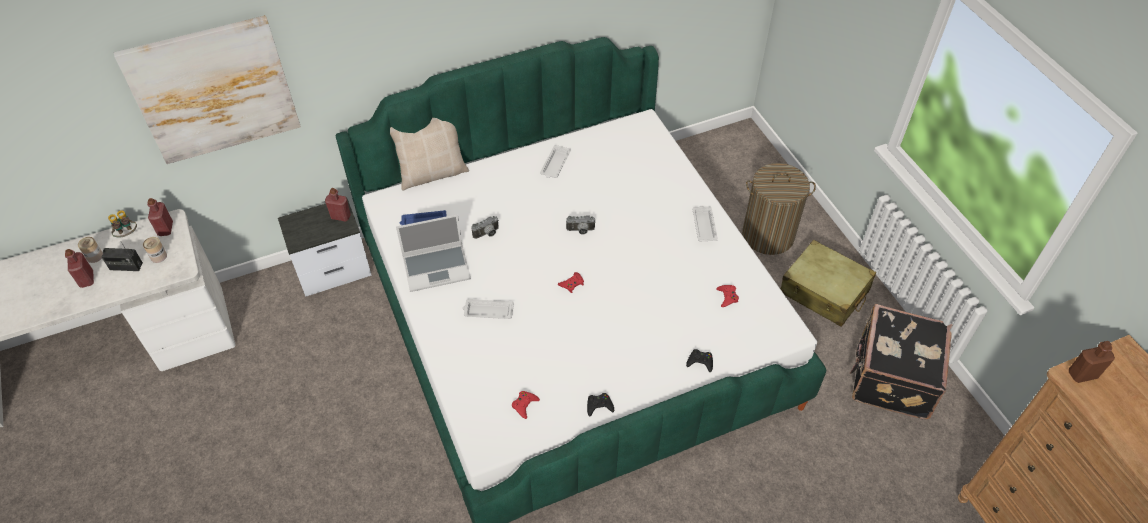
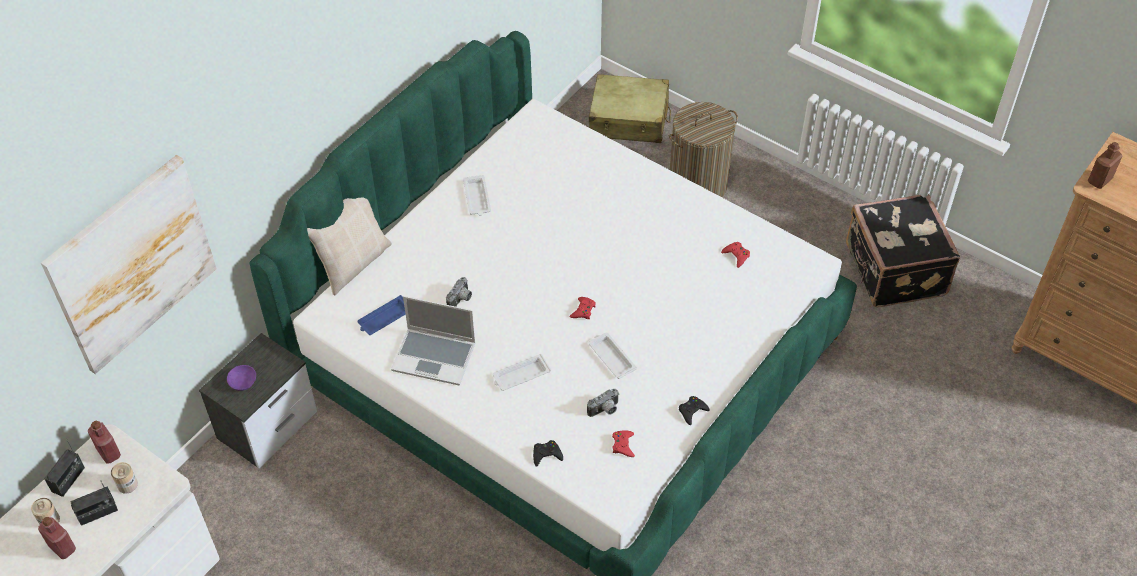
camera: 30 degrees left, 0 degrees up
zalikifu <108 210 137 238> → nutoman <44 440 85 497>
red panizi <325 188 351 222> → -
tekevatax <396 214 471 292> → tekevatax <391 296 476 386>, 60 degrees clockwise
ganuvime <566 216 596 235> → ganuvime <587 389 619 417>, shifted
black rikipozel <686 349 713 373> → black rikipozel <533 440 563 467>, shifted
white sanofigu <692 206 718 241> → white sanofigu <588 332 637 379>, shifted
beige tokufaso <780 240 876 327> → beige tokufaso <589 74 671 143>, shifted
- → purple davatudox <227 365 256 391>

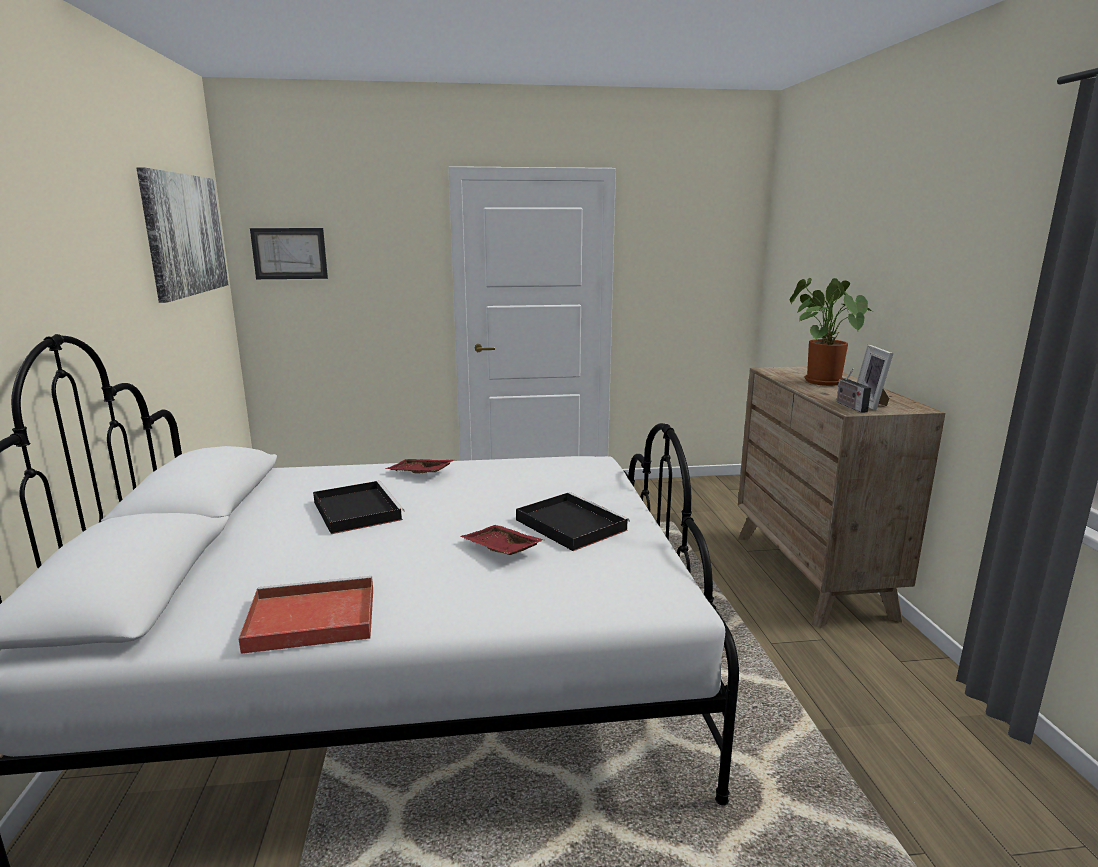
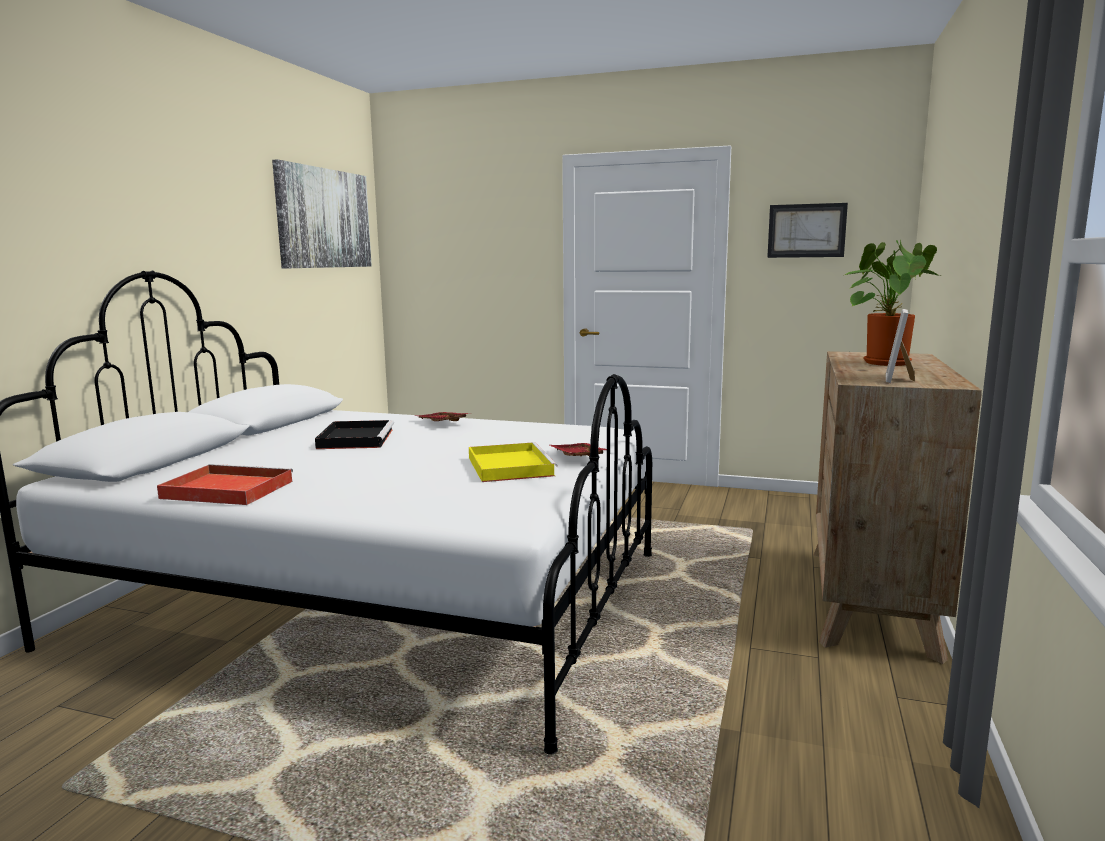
camera: 25 degrees right, 5 degrees down
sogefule <250 228 328 279> → sogefule <767 203 848 258>, shifted
red sanofigu <460 525 544 555> → red sanofigu <550 443 607 456>, shifted
black sanofigu <516 492 630 551> → yellow sanofigu <469 442 558 482>
nutoman <836 369 871 413> → -

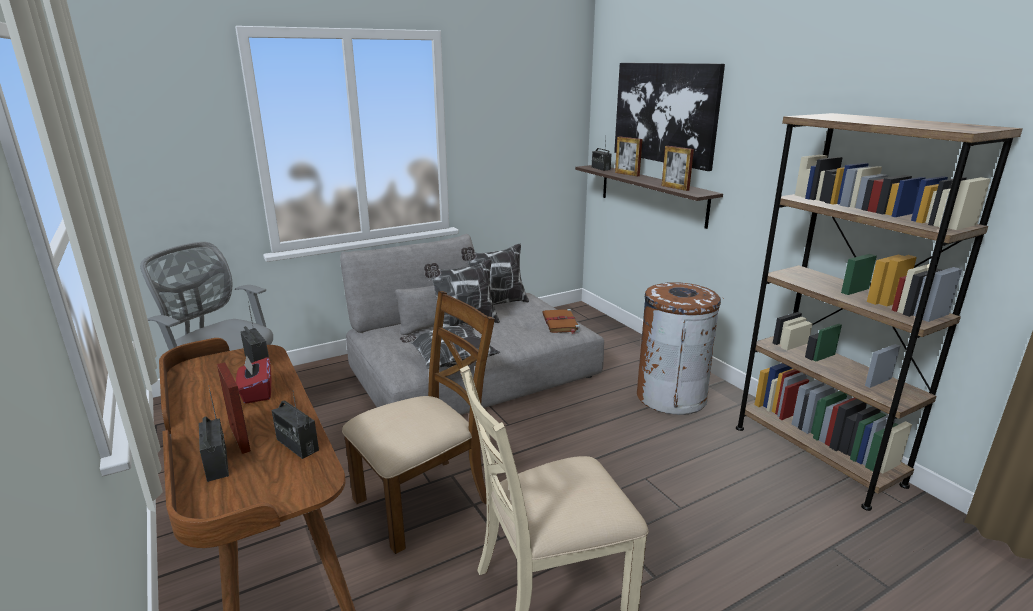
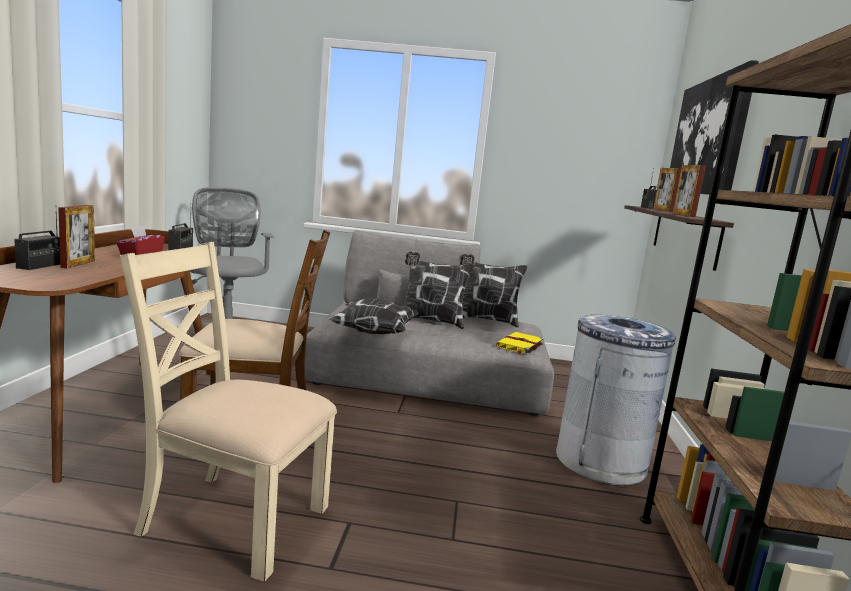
camera: 35 degrees right, 10 degrees down
nutoman <272 391 319 459> → -
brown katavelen <542 309 580 334> → yellow katavelen <496 332 544 355>
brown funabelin <637 282 723 415> → grey funabelin <556 315 676 486>

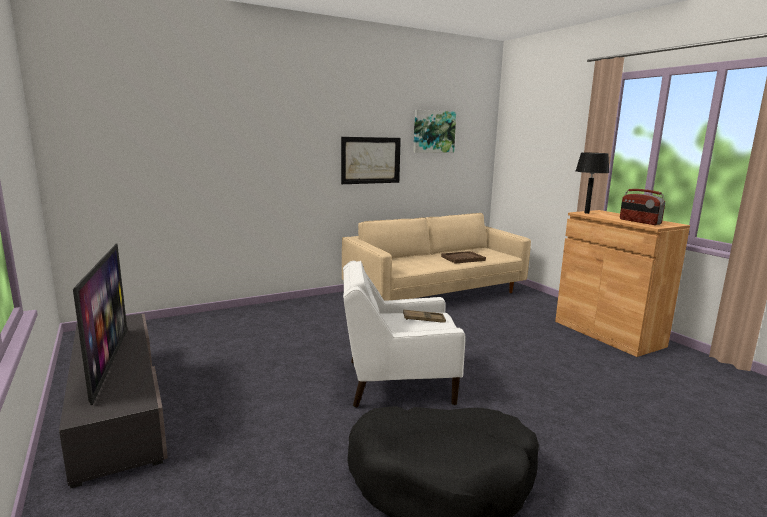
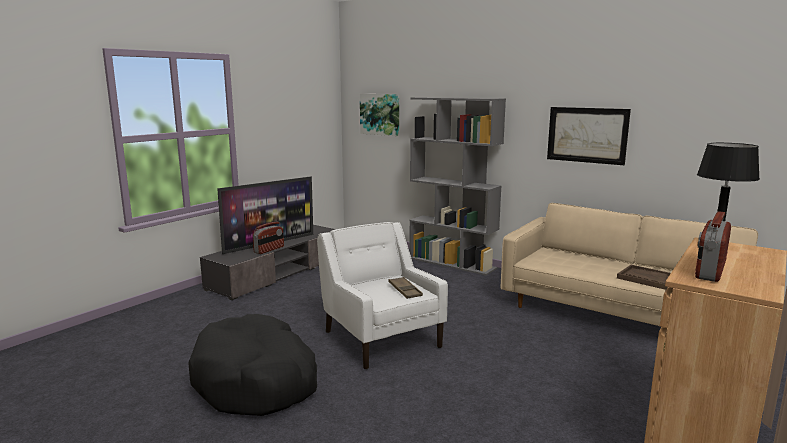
camera: 65 degrees right, 0 degrees up
sogefule <413 110 456 153> → sogefule <360 94 399 136>, shifted
- → nutoman <253 222 284 254>
- → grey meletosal <409 97 506 276>

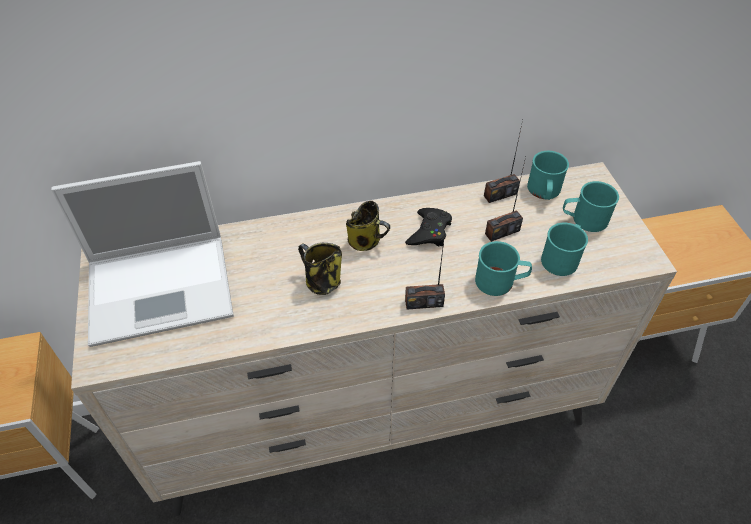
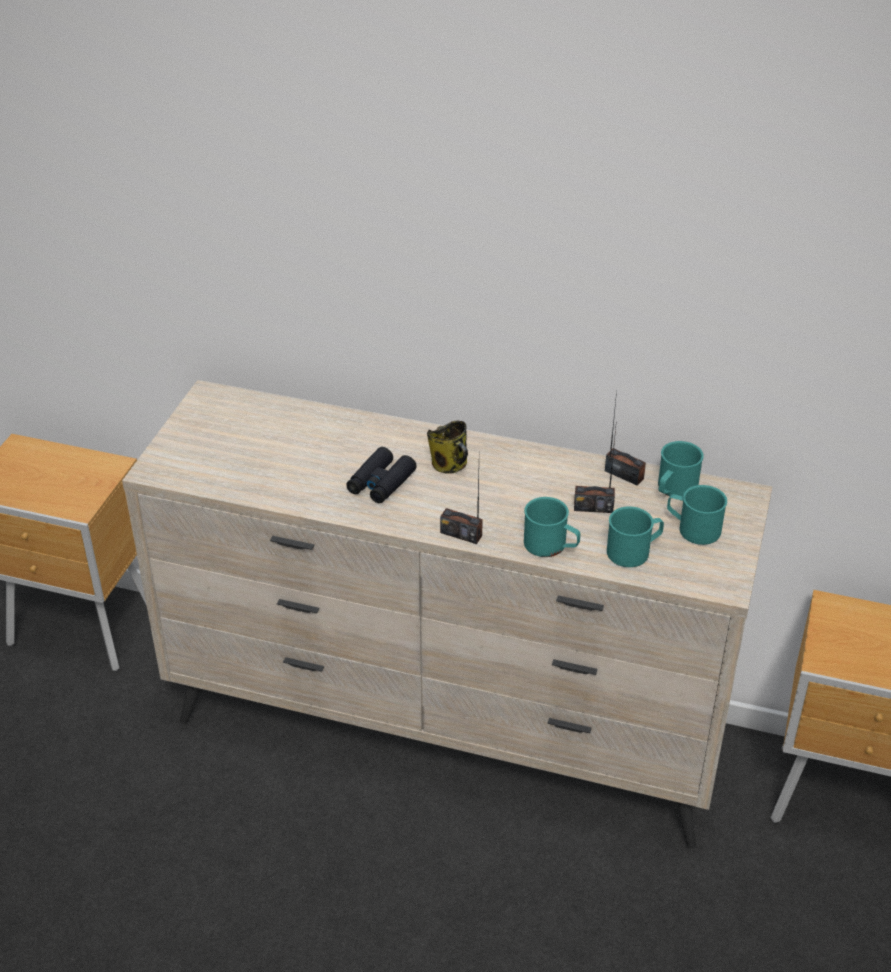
camera: 30 degrees right, 10 degrees down
tekevatax <51 161 234 347> → -
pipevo <298 243 342 295> → black zalikifu <346 447 417 503>
black rikipozel <405 208 452 246> → -
nutoman <484 120 523 203> → nutoman <605 391 646 485>, 150 degrees counterclockwise

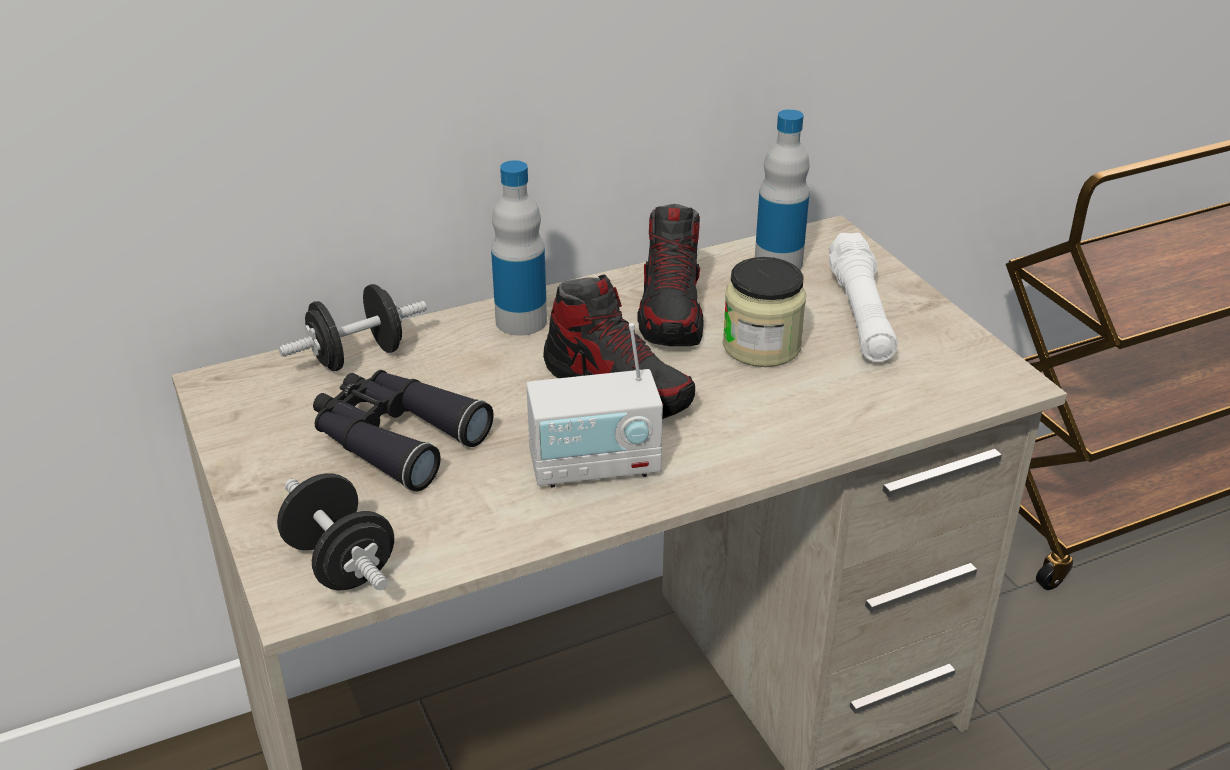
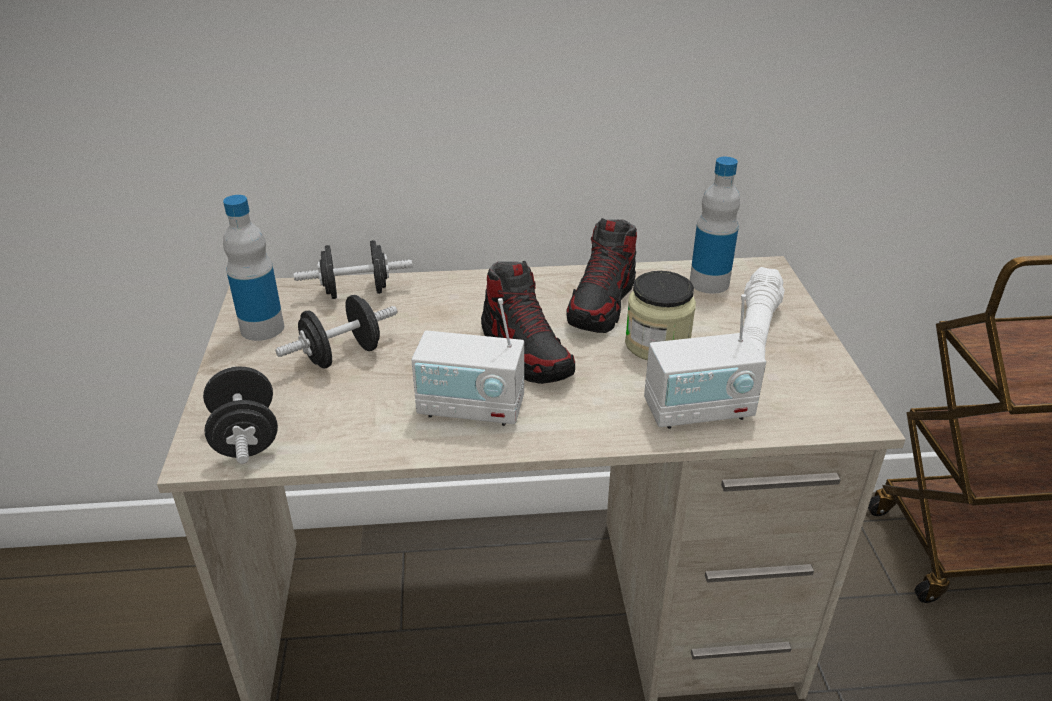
camera: 20 degrees right, 0 degrees up
black zalikifu <313 370 494 492> → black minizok <275 295 398 368>
panizi <491 160 547 336> → panizi <223 195 284 341>, shifted
- → nutoman <644 294 766 429>

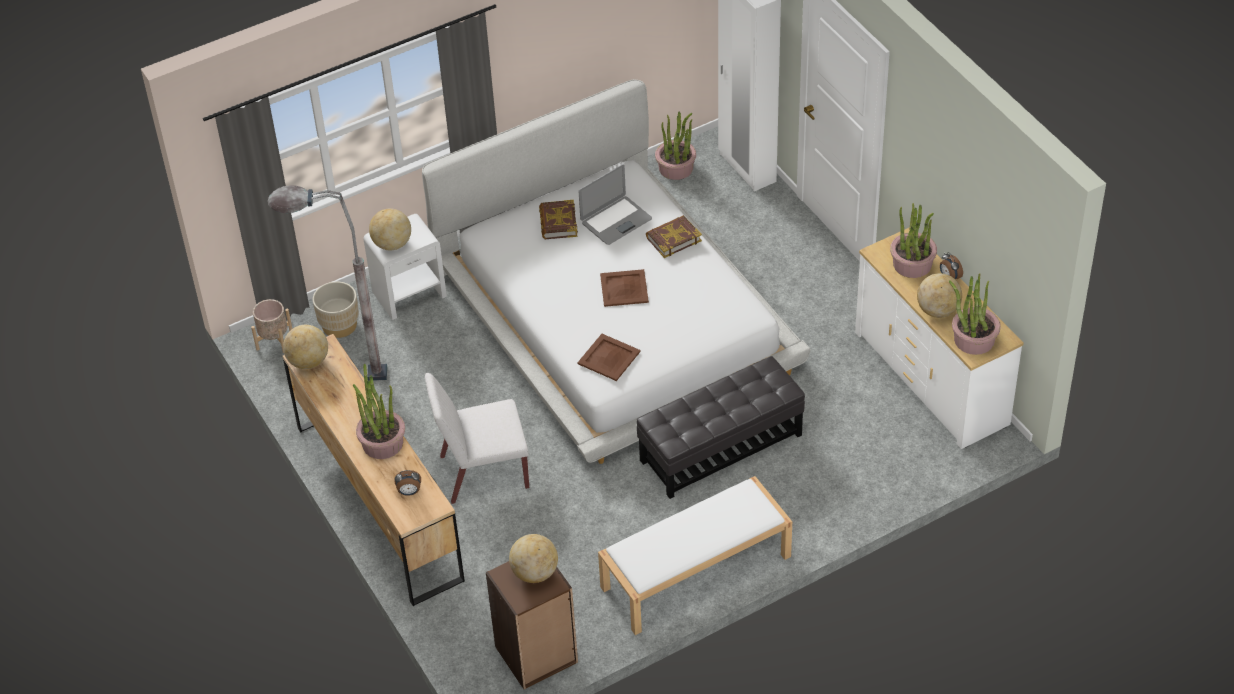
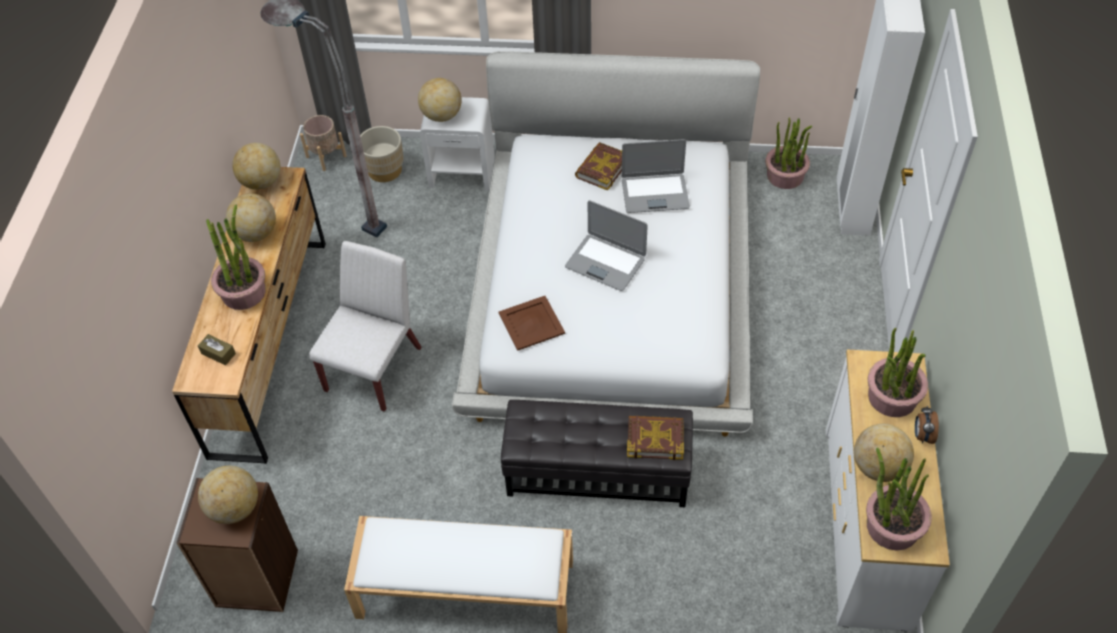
camera: 35 degrees right, 5 degrees up
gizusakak <395 470 421 496> → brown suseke <198 334 236 365>
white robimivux <425 373 529 504> → white robimivux <309 241 422 412>, 90 degrees clockwise
brown sanofigu <600 269 649 307> → tekevatax <565 200 648 291>
katavelen <646 215 702 258> → katavelen <627 416 684 460>, shifted
- → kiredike <226 193 276 242>

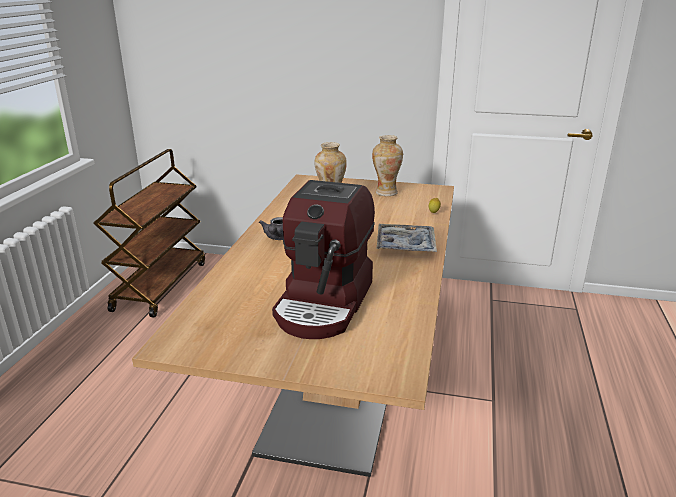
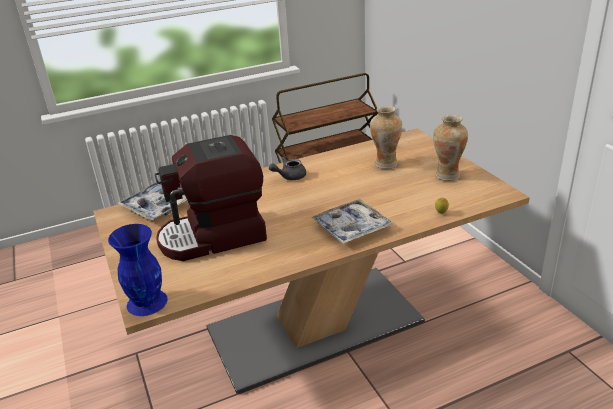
camera: 55 degrees right, 5 degrees up
- → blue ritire <108 224 168 316>
- → sanofigu <117 182 187 220>

